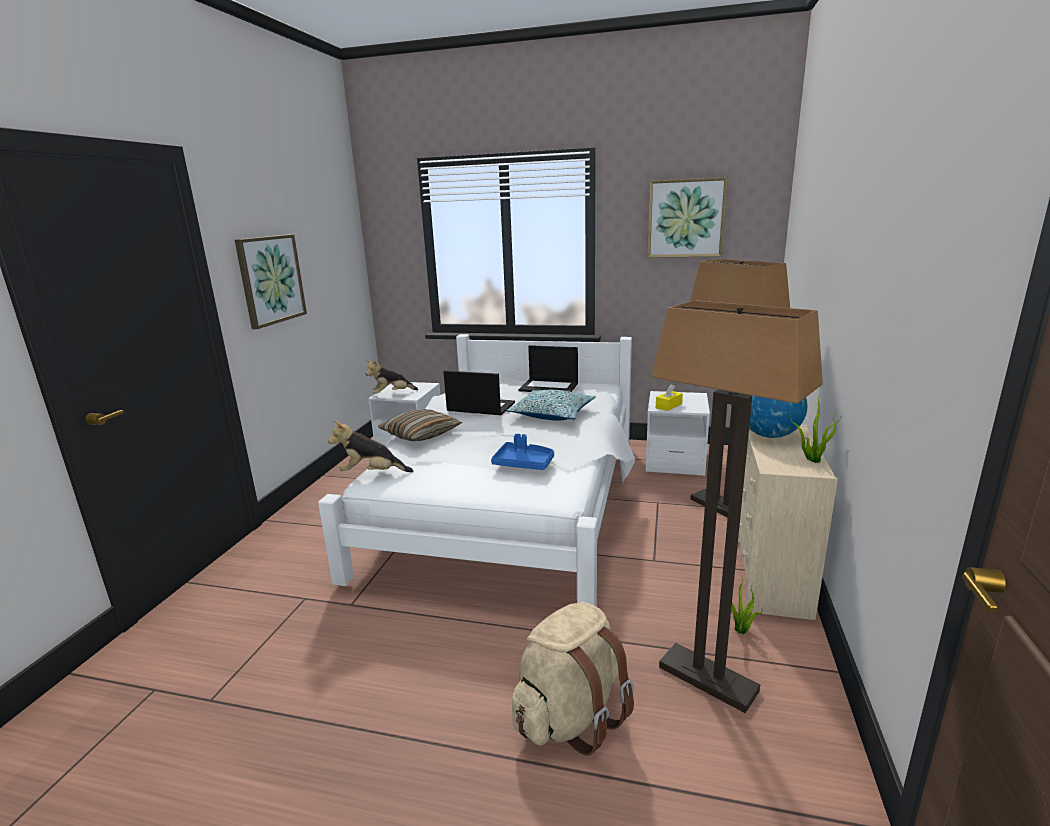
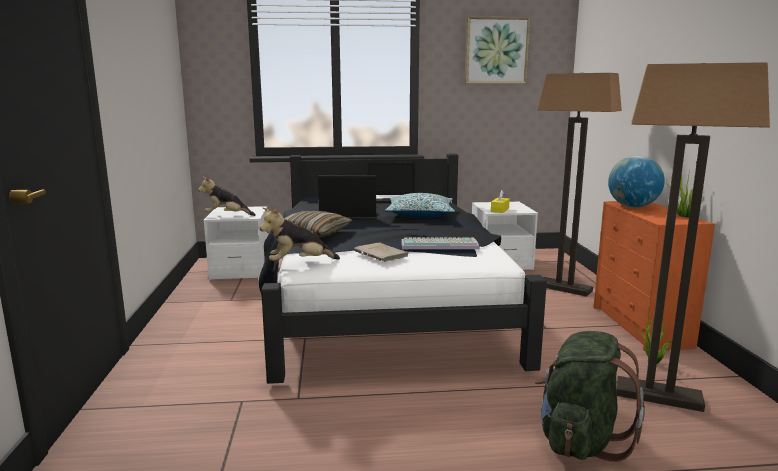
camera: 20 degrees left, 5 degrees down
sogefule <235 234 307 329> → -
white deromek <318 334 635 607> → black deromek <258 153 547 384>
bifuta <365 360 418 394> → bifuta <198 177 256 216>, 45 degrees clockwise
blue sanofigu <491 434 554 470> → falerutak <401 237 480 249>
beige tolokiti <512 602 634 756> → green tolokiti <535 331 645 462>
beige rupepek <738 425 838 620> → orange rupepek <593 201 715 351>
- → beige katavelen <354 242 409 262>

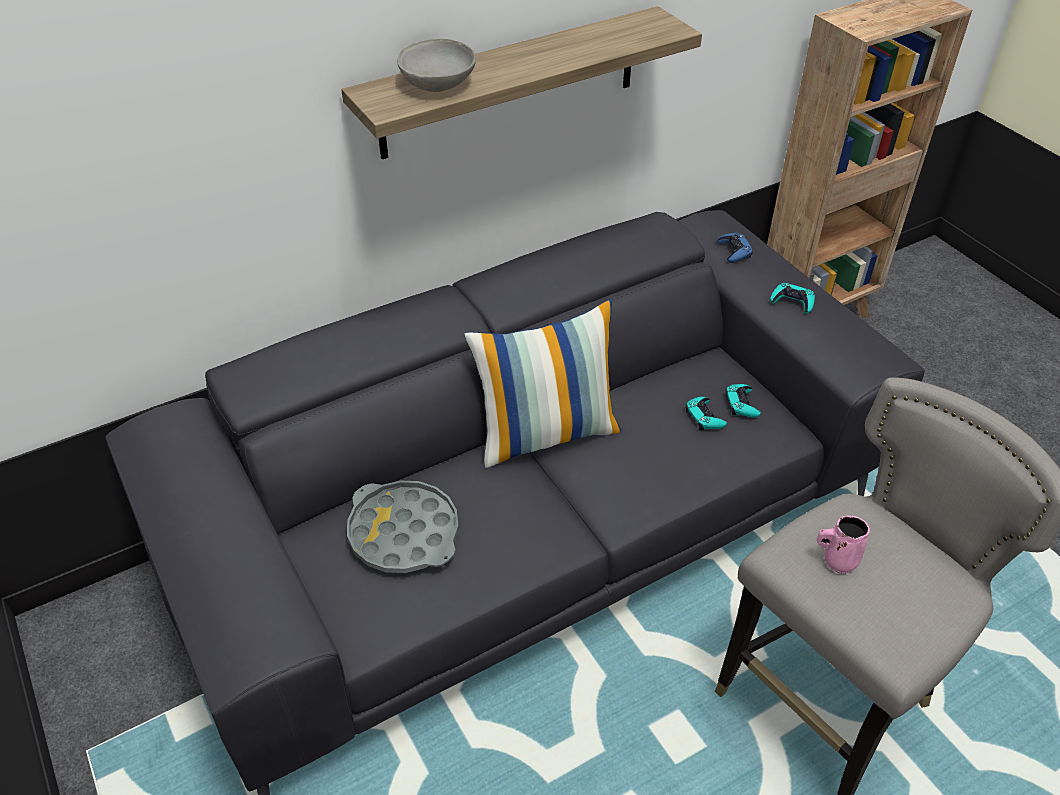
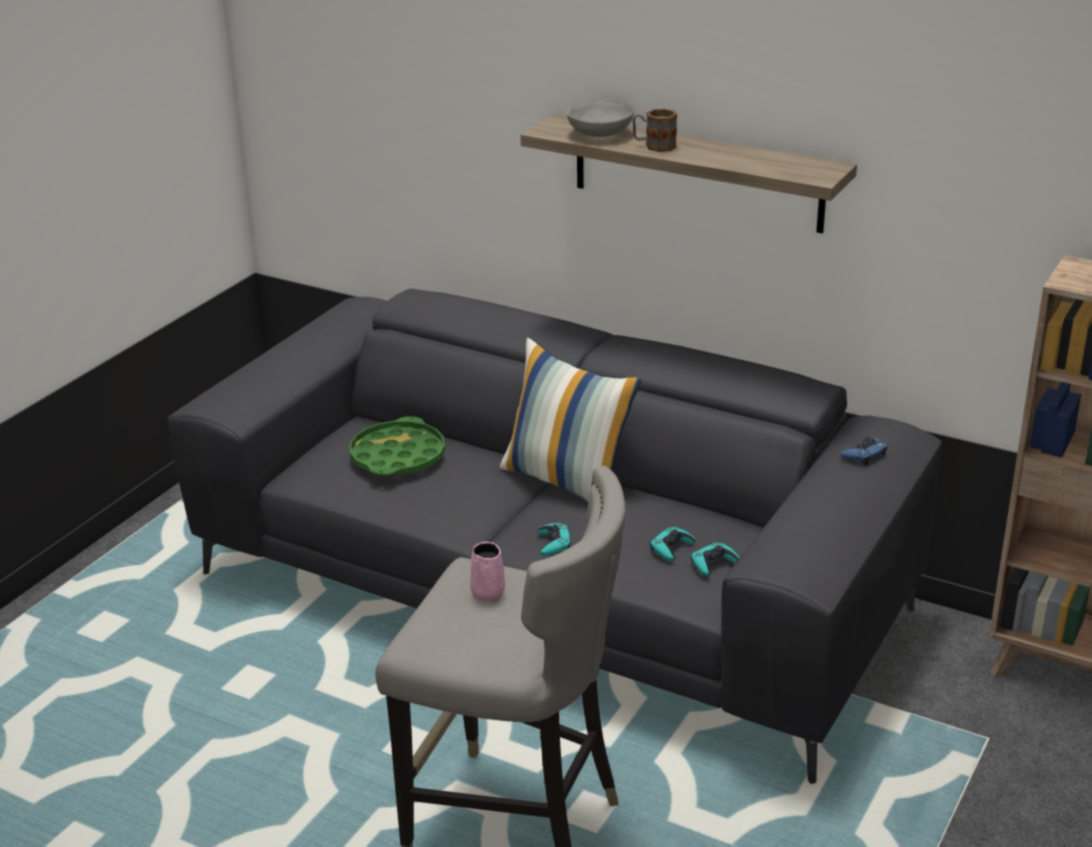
camera: 60 degrees right, 15 degrees down
grey sanofigu <347 481 459 573> → green sanofigu <349 416 445 476>
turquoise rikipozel <770 283 815 314> → turquoise rikipozel <537 523 570 556>, shifted
- → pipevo <632 108 677 152>

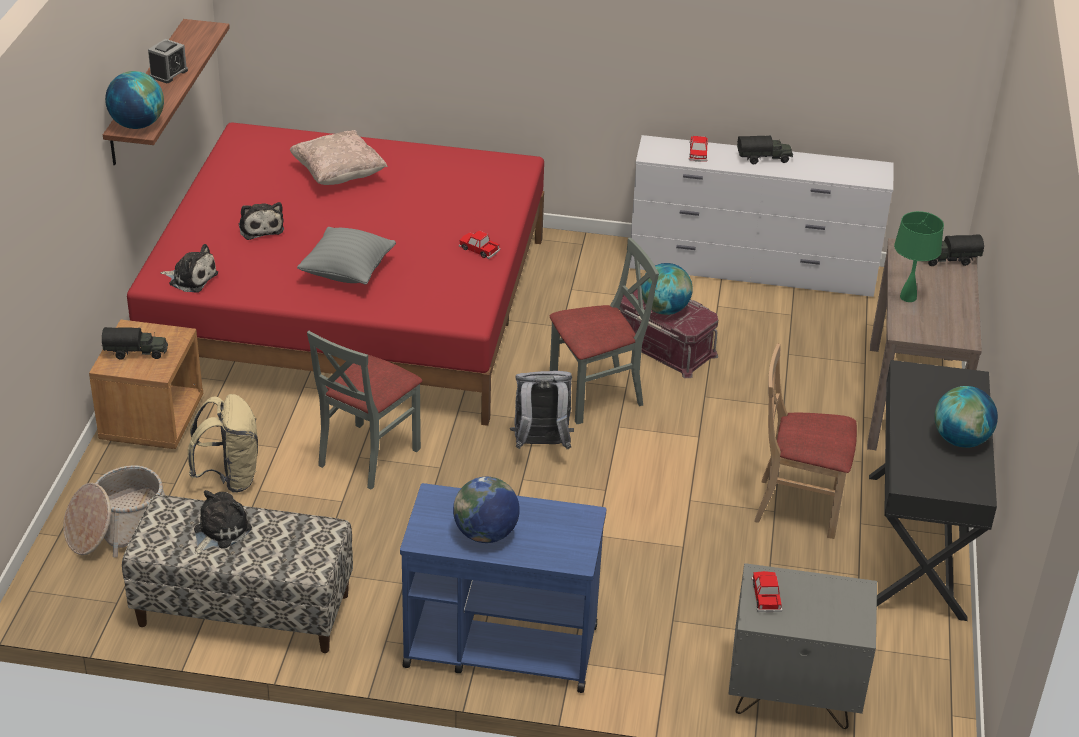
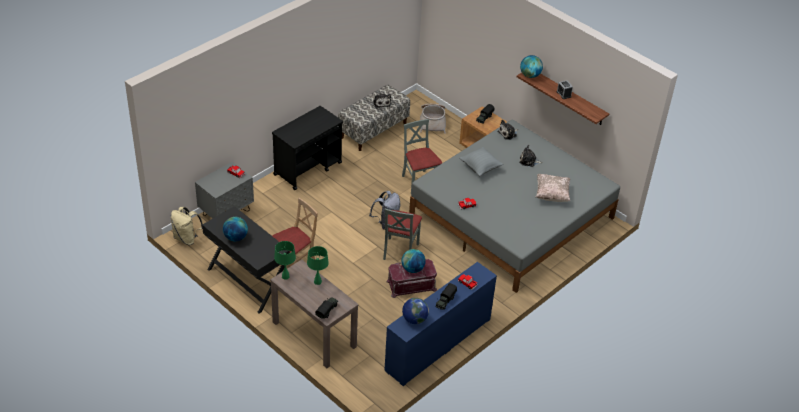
camera: 125 degrees right, 5 degrees up
red deromek <127 122 544 426> → grey deromek <409 120 620 293>
beige tolokiti <188 394 258 493> → beige tolokiti <170 207 203 245>, shifted
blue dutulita <400 483 606 693> → black dutulita <272 106 343 190>
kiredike <453 477 520 543> → kiredike <402 298 429 324>, shifted
white rupepek <629 135 894 297> → blue rupepek <385 262 497 386>
- → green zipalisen <274 241 296 280>

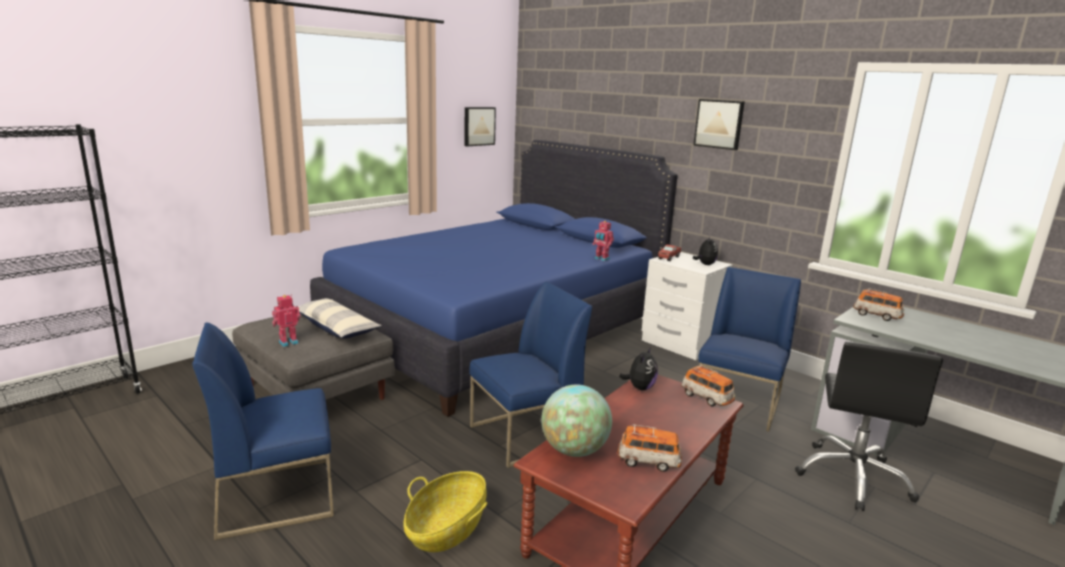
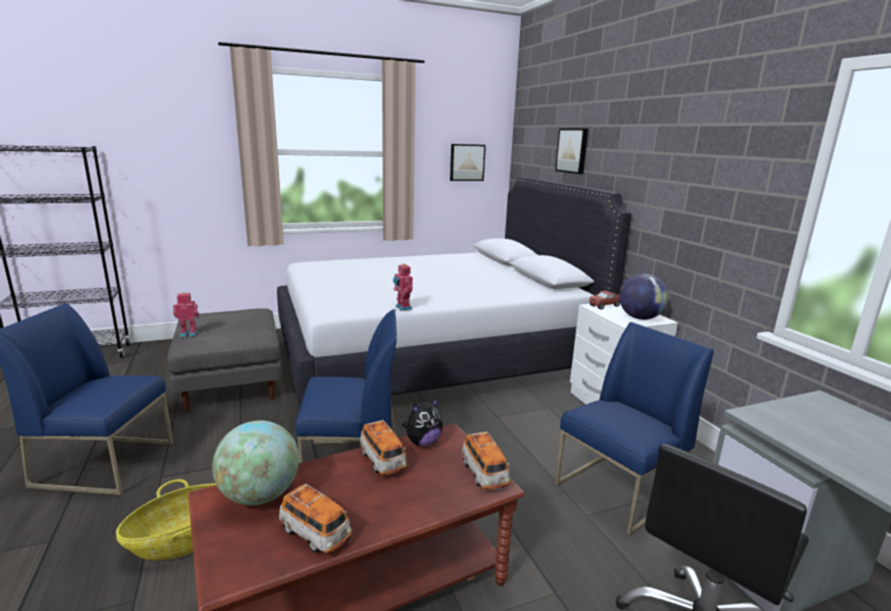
camera: 25 degrees right, 0 degrees up
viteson <298 298 382 338> → -
blue deromek <310 140 678 417> → white deromek <277 177 631 409>
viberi <593 221 614 261> → viberi <393 264 413 311>, shifted
sogefule <693 99 745 150> → sogefule <555 129 588 174>, shifted
bifuta <693 236 718 265> → kiredike <619 274 669 320>
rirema <853 288 904 321> → rirema <360 420 407 475>, shifted

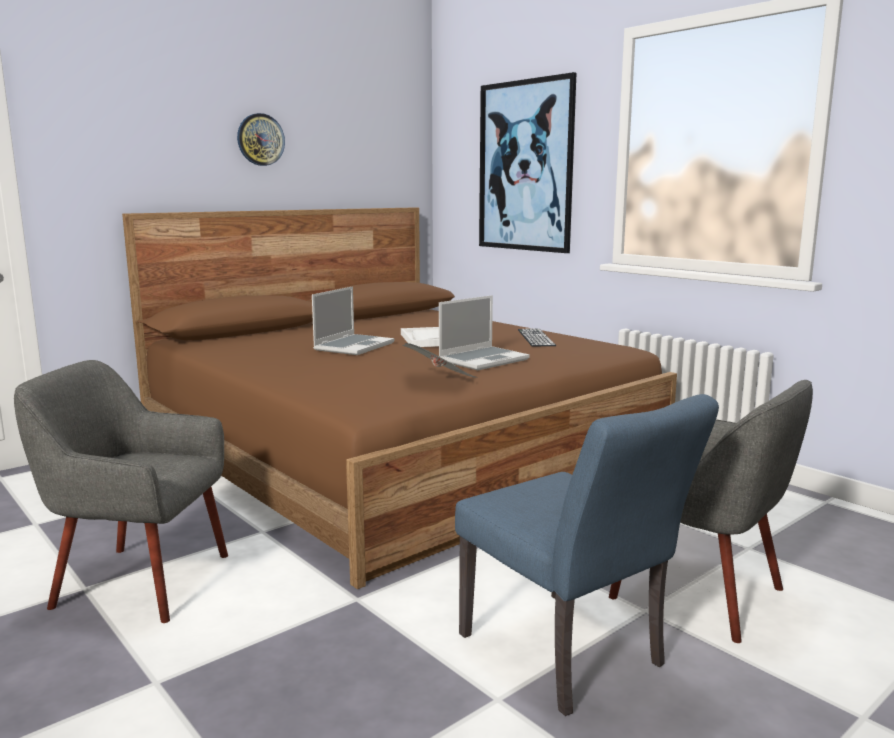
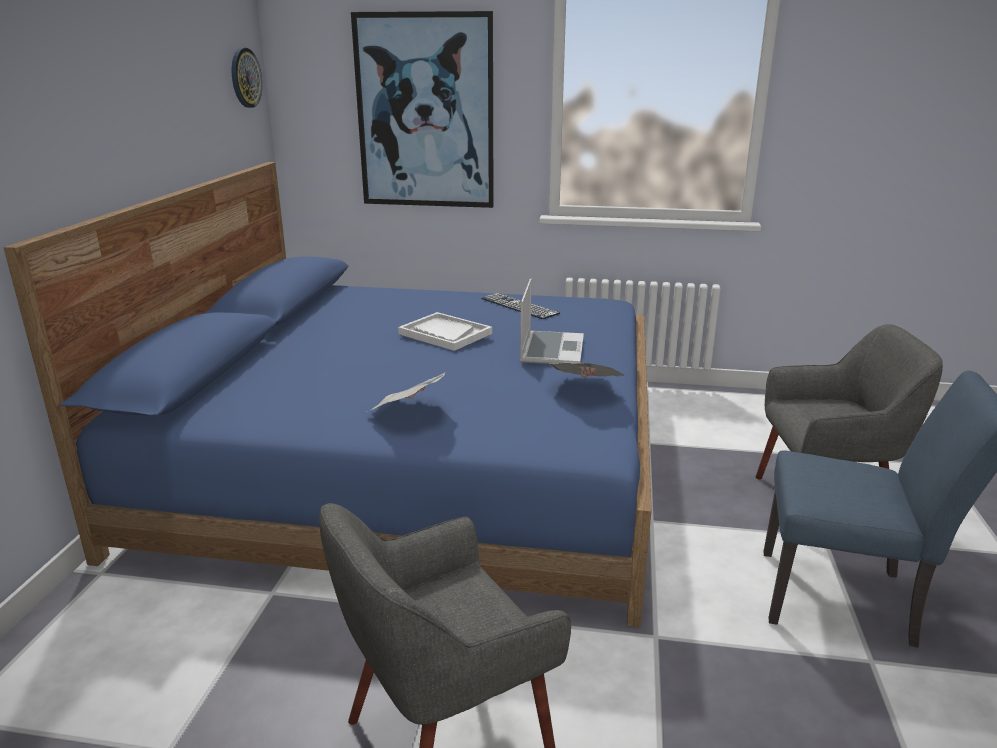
camera: 40 degrees left, 10 degrees up
brown deromek <122 207 677 589> → blue deromek <3 162 651 627>
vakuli <237 113 285 166> → vakuli <232 48 262 108>, shifted
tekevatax <312 286 395 355> → -
- → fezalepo <371 371 449 410>

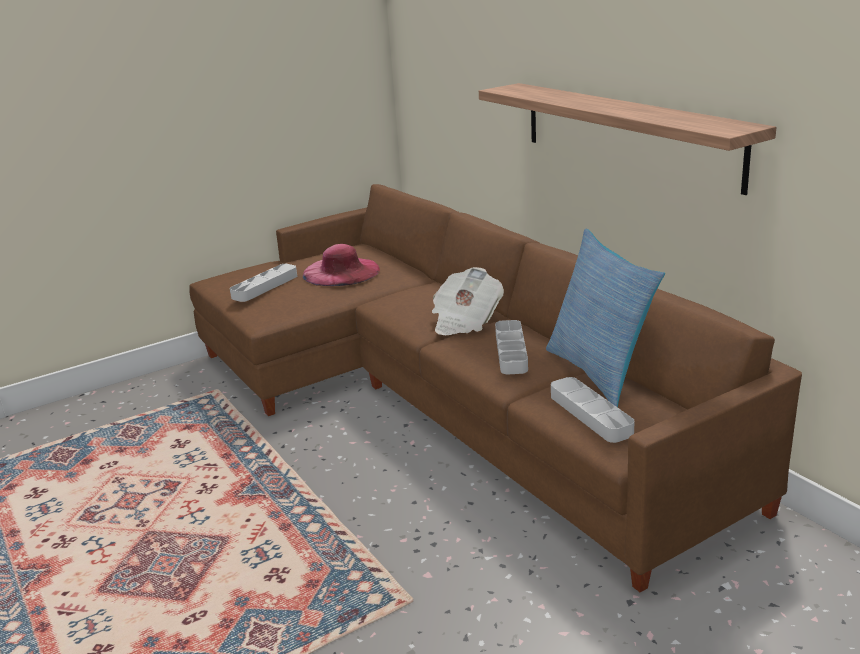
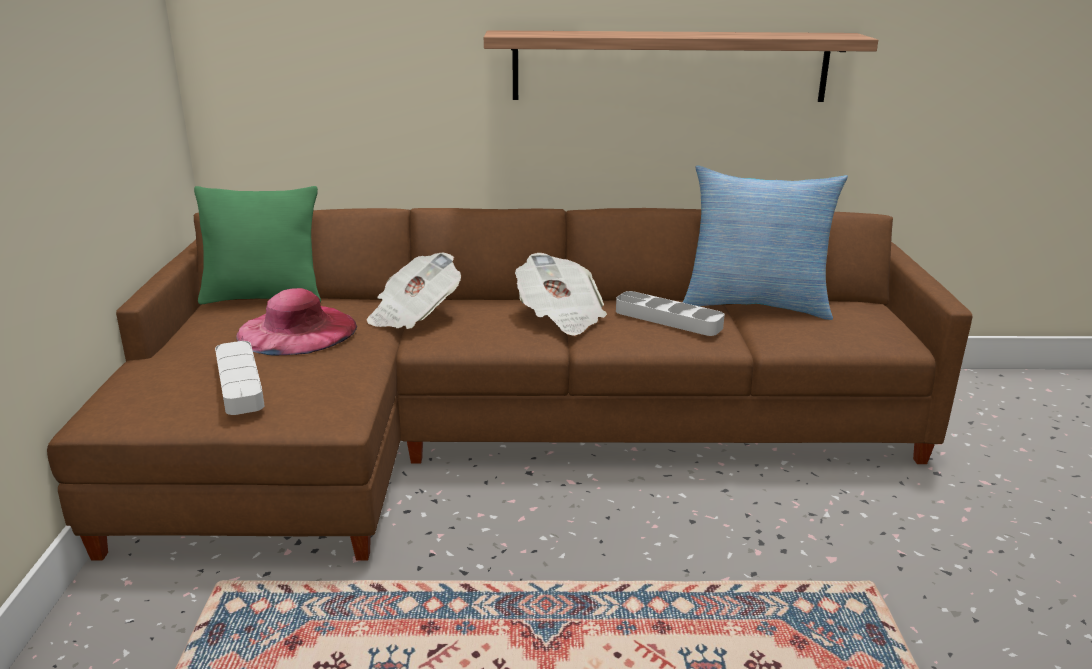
camera: 60 degrees left, 0 degrees up
grey sanofigu <551 377 635 443> → -
- → green viteson <194 186 321 304>
- → fezalepo <367 253 461 329>

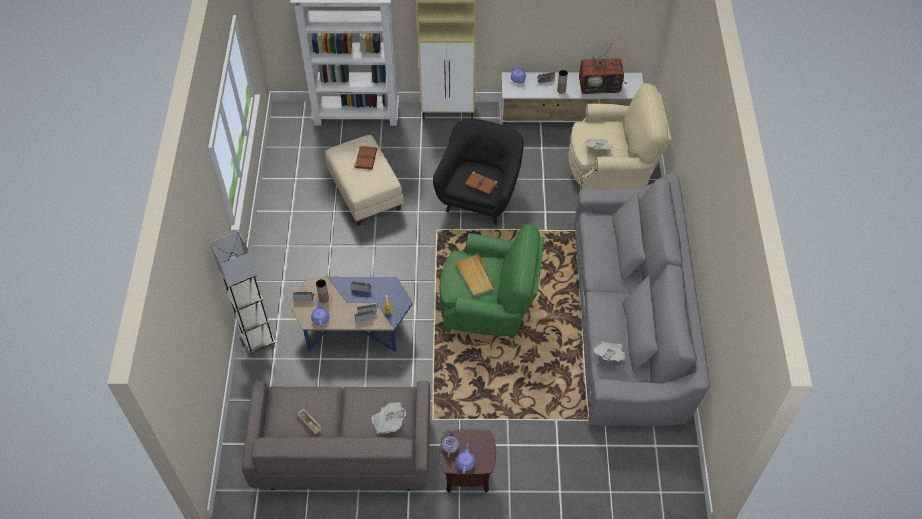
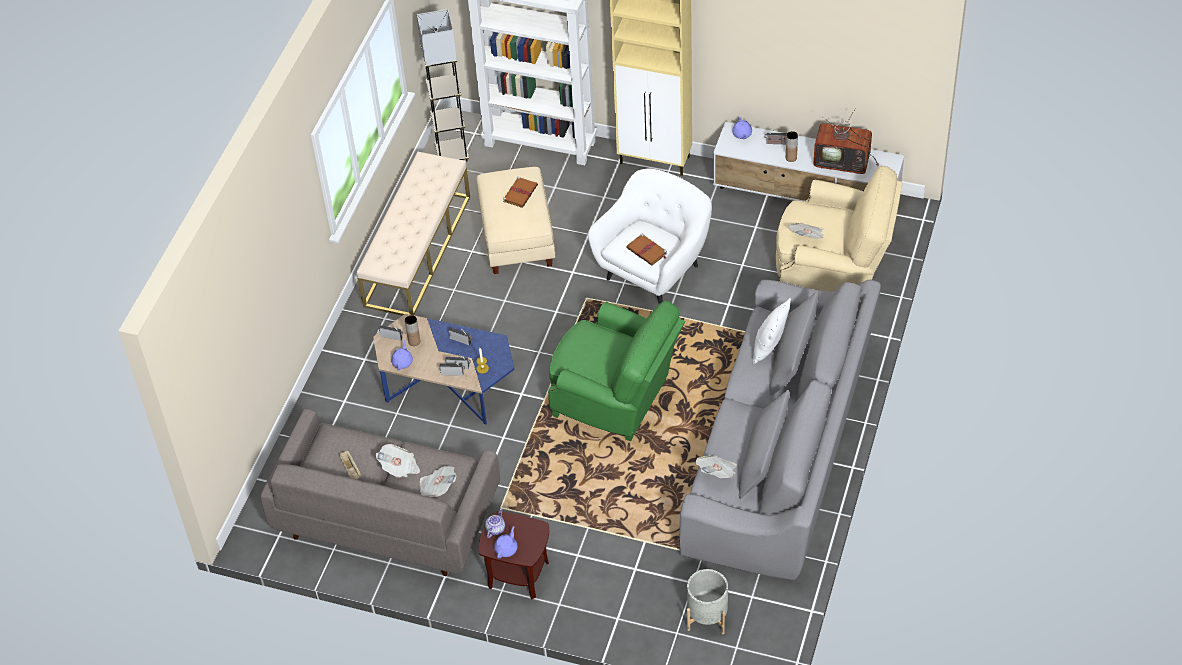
camera: 20 degrees right, 5 degrees down
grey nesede <210 231 275 354> → grey nesede <417 9 469 162>, shifted
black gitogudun <433 119 524 225> → white gitogudun <588 168 712 304>
beige sanofigu <454 252 494 297> → -
- → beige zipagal <357 152 470 316>
- → fezalepo <376 444 420 478>
- → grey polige <687 569 728 634>
- → white viteson <753 298 791 365>

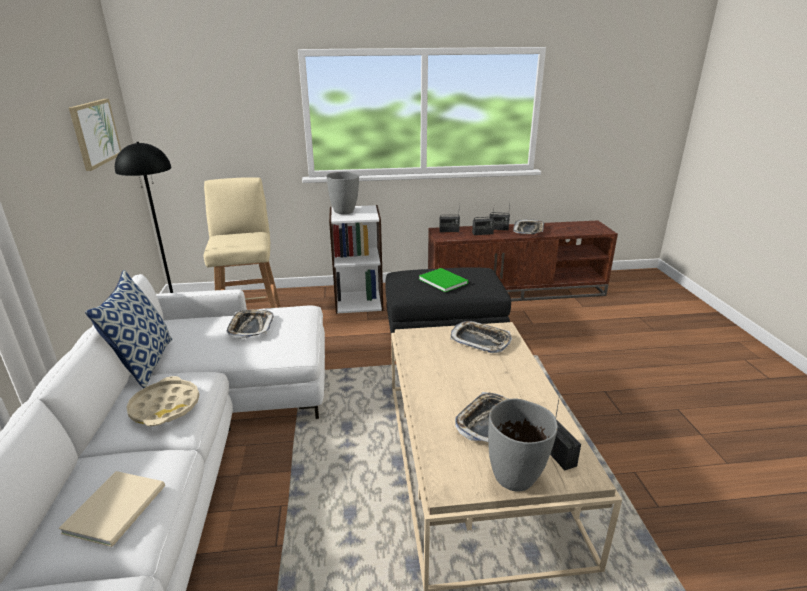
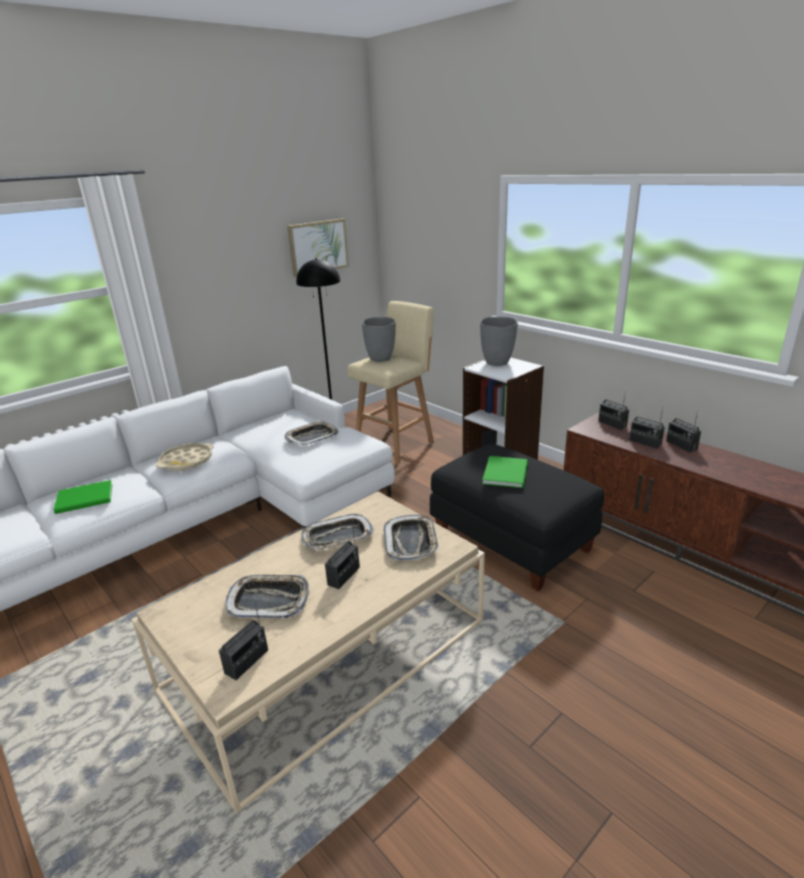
camera: 55 degrees right, 0 degrees up
beige katavelen <59 471 165 547> → green katavelen <54 480 113 514>
viteson <85 270 172 388> → -
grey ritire <488 399 558 491> → grey ritire <362 317 396 362>, shifted
sanofigu <513 219 544 234> → sanofigu <302 514 374 550>, shifted
- → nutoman <325 522 360 589>

